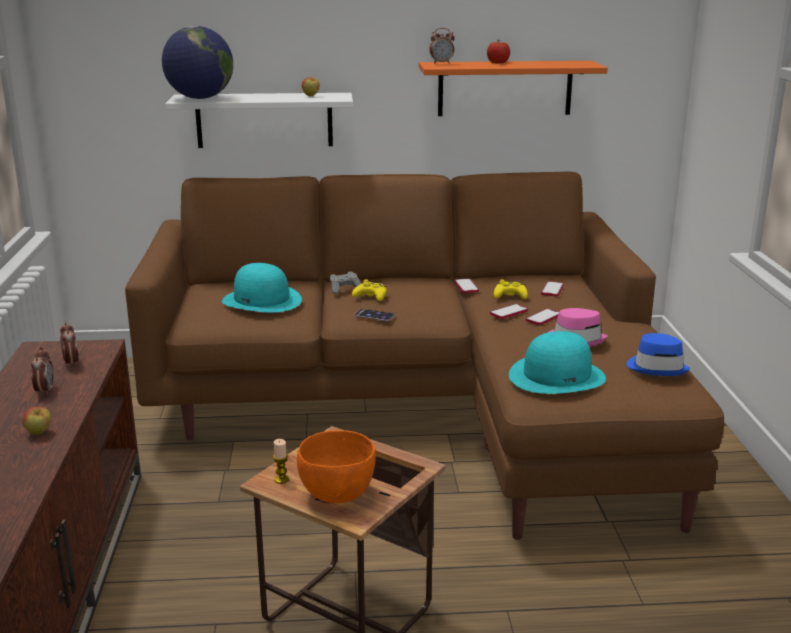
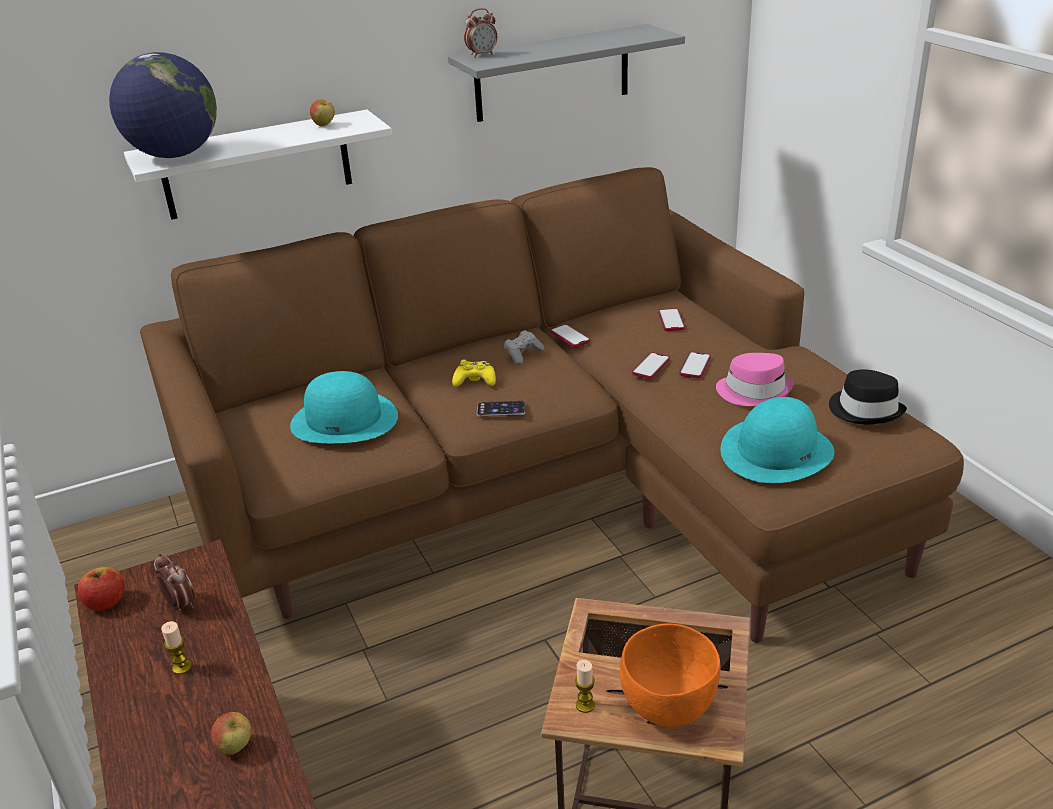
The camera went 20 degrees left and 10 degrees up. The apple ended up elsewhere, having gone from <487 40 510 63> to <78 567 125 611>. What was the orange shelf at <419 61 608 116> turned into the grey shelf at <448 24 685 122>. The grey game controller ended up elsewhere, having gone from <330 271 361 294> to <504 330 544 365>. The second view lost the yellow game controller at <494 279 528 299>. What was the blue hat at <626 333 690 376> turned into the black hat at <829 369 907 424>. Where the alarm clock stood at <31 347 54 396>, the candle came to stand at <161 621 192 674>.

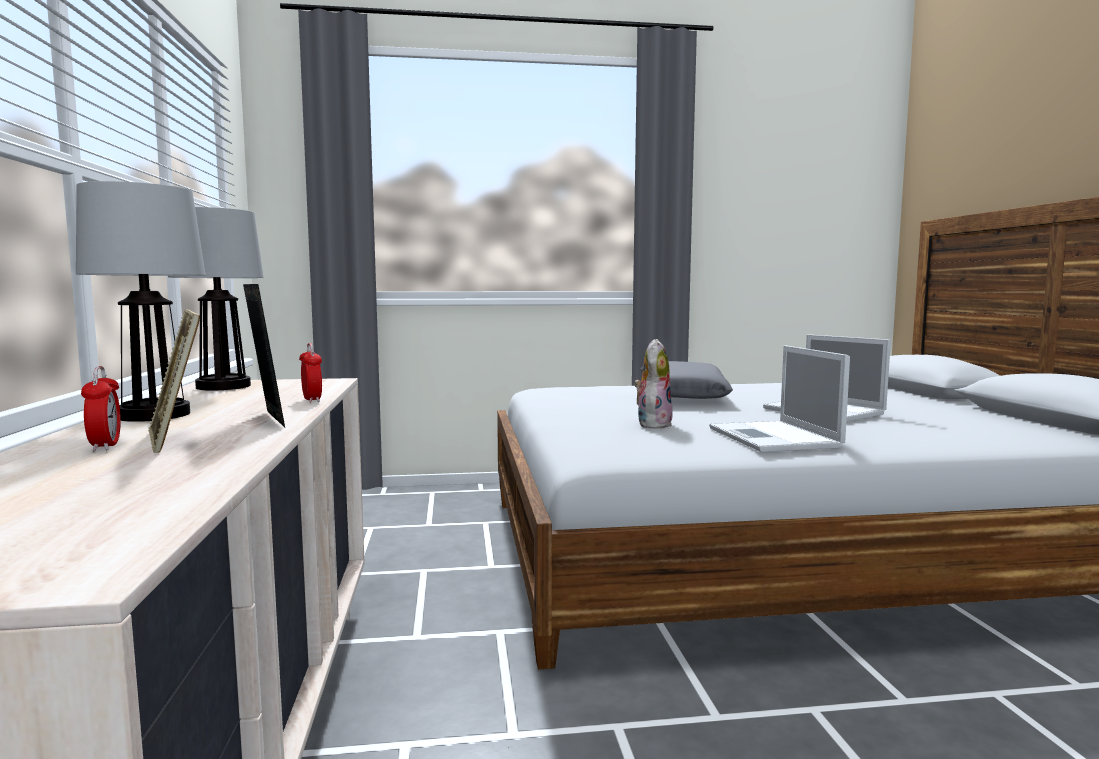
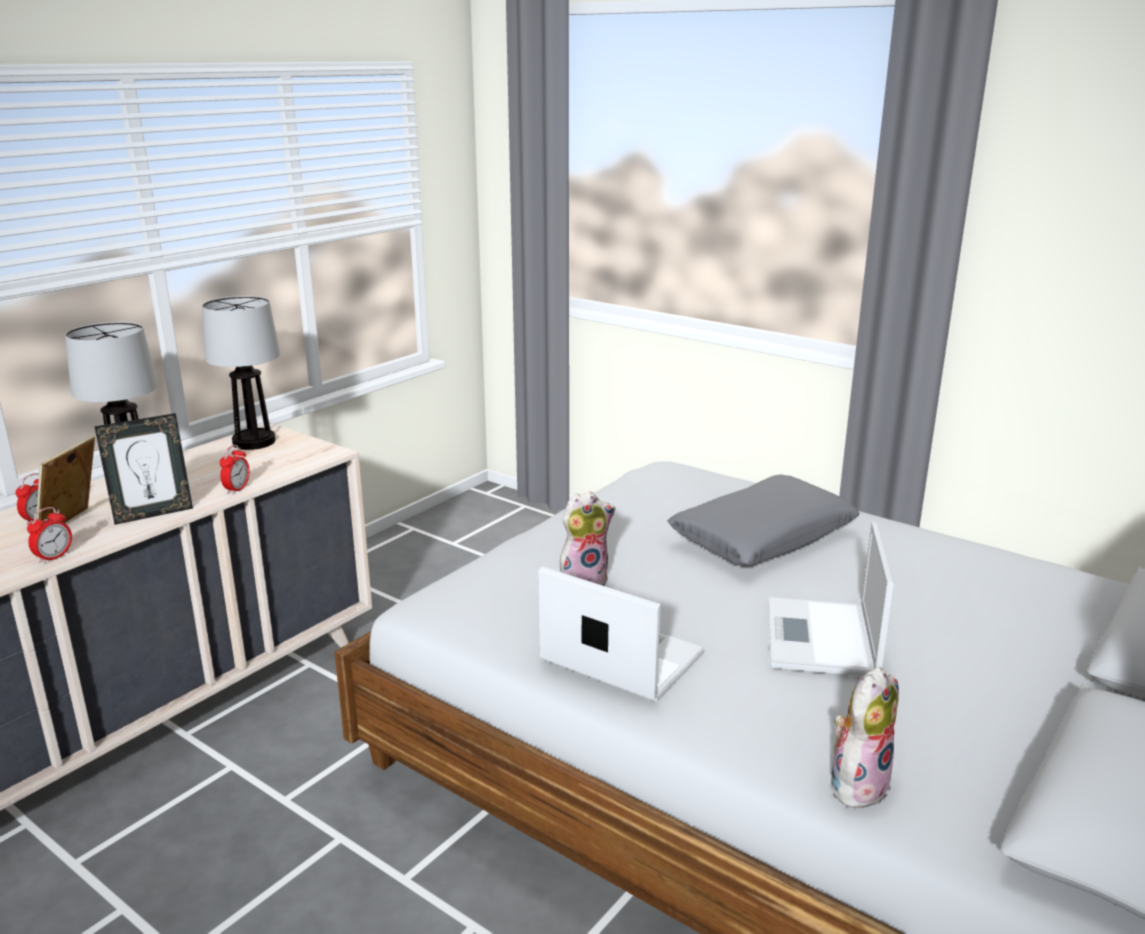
The camera went 45 degrees right and 15 degrees up. The picture frame at <243 284 285 427> ended up facing another way, 45 degrees clockwise from before. The laptop at <709 345 850 452> ended up facing another way, 90 degrees clockwise from before. The second view gained the alarm clock at <27 507 72 564>. The second view gained the plush toy at <831 667 899 809>.

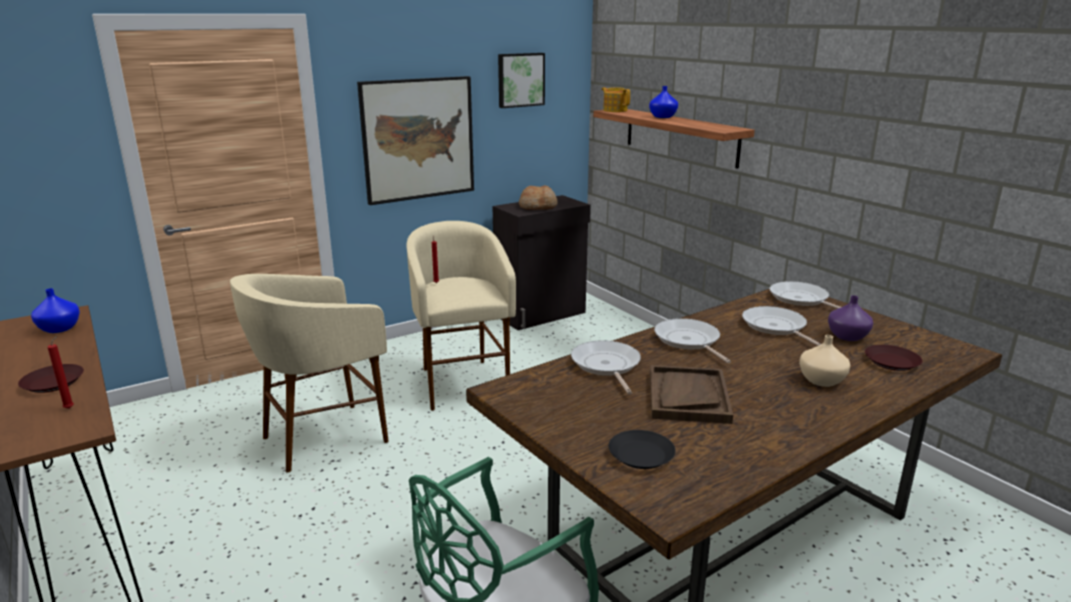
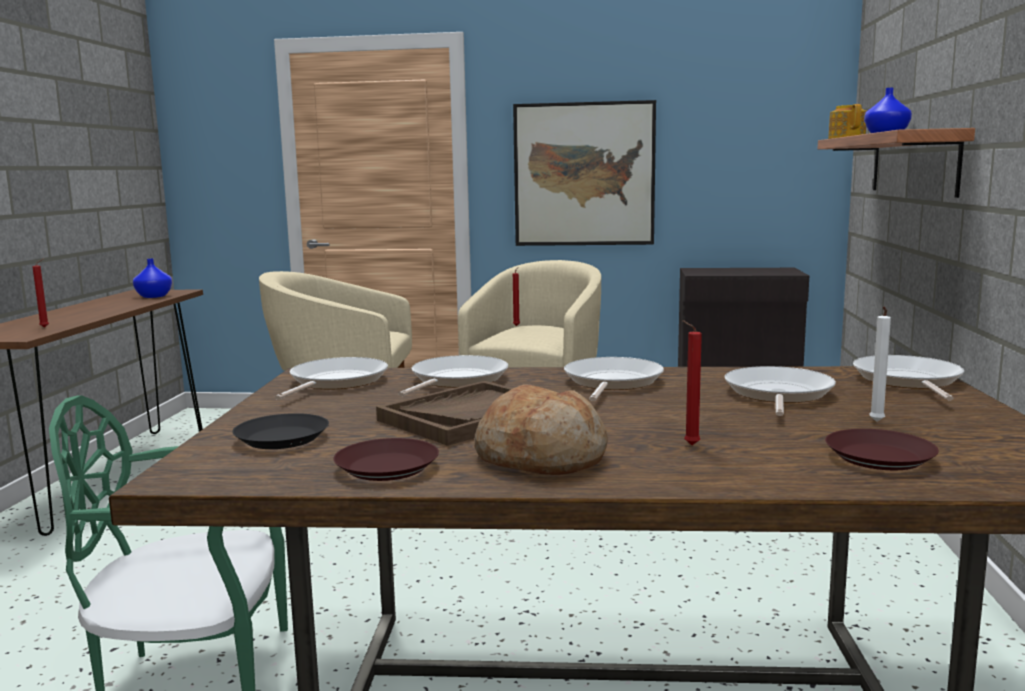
The camera went 40 degrees right and 10 degrees down. The second view lost the picture at <498 53 545 108>. The bread ended up elsewhere, having gone from <519 185 558 210> to <475 384 608 475>. Where the purple vase stood at <828 295 873 341>, the white candle came to stand at <869 307 891 422>. Where the beige vase stood at <799 335 850 387>, the red candle came to stand at <682 320 702 445>. The brown plate ended up elsewhere, having gone from <18 364 84 393> to <333 438 439 481>. The second view gained the frying pan at <275 357 388 400>.

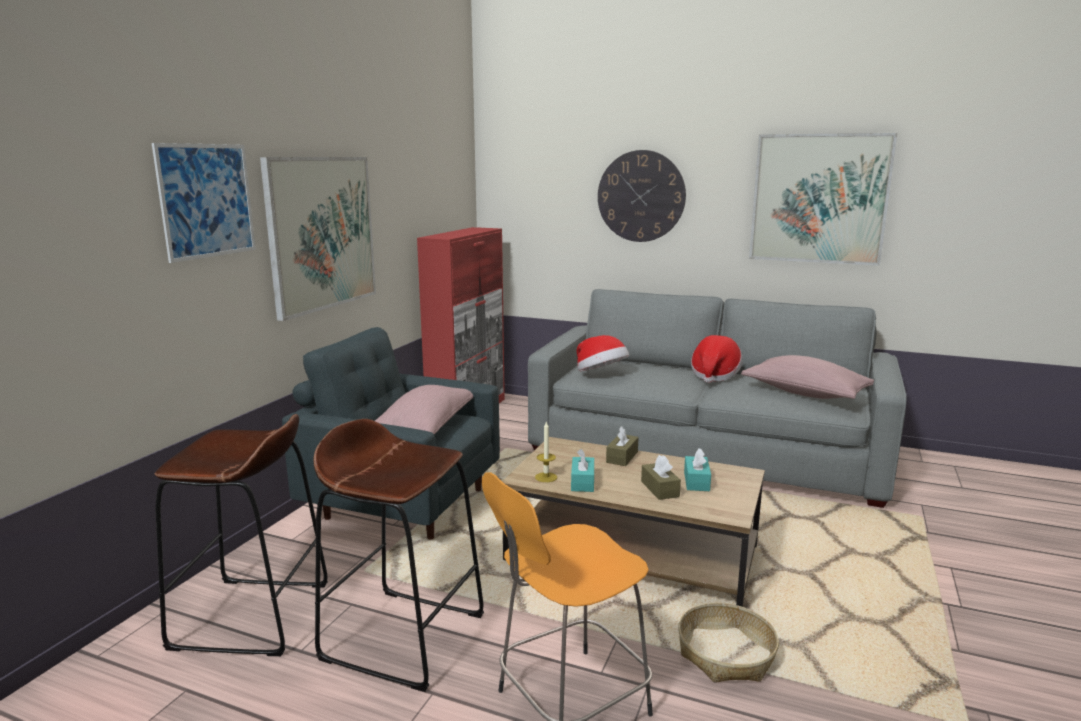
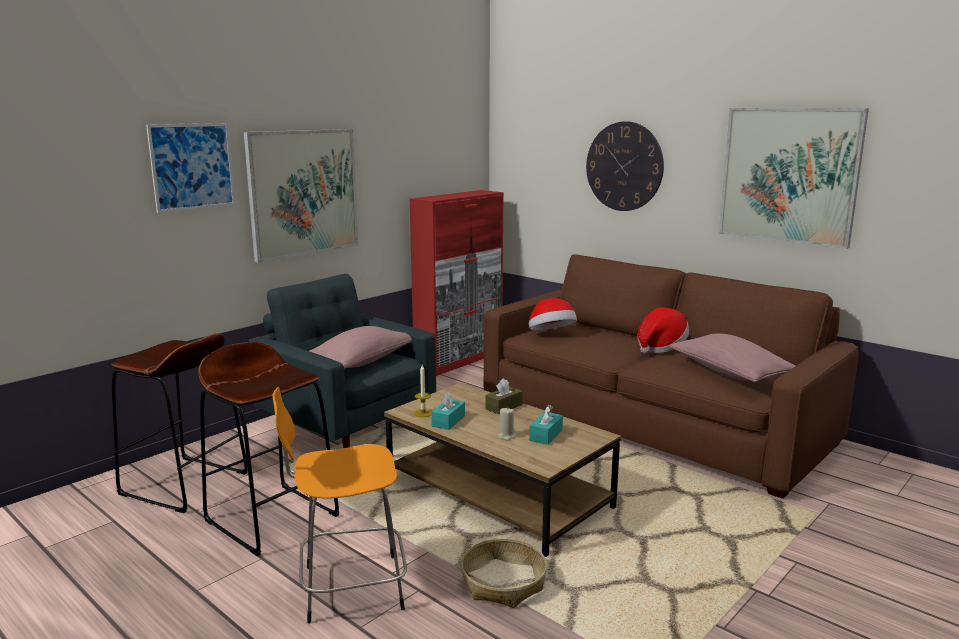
The camera went 20 degrees right and 0 degrees up. What was the grey sofa at <528 289 907 508> turned into the brown sofa at <484 254 859 499>. Where the brown tissue box stood at <641 455 681 500>, the beige candle came to stand at <498 407 516 440>.

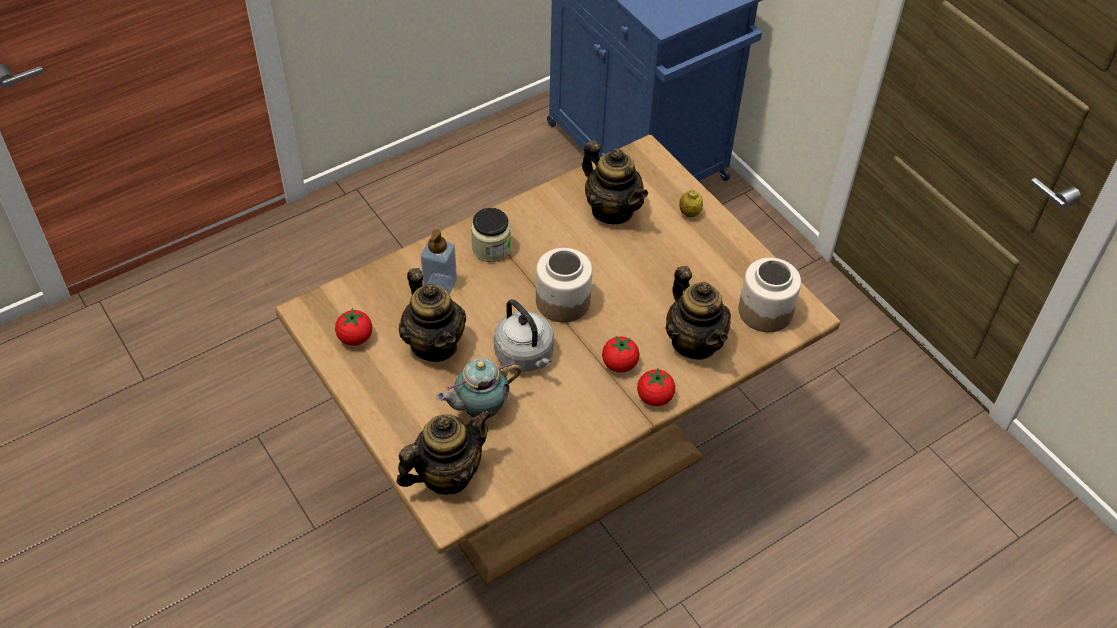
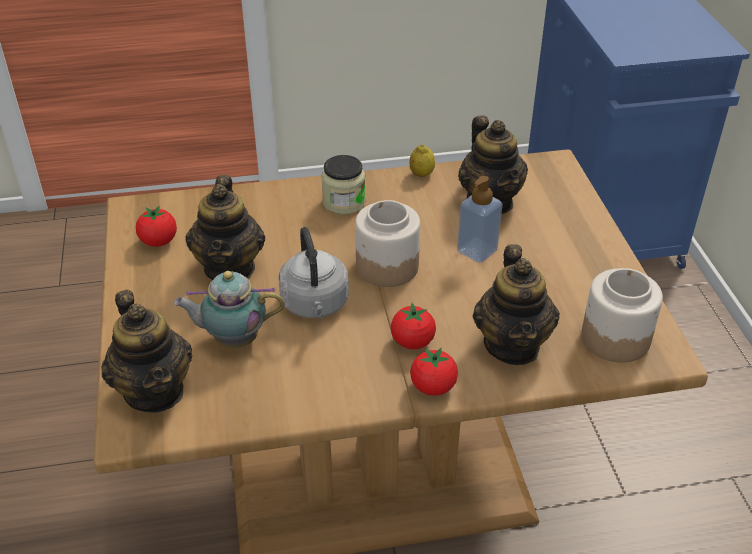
The camera went 25 degrees right and 10 degrees down. The lemon ended up elsewhere, having gone from <679 190 703 217> to <410 145 435 177>. The soap dispenser ended up elsewhere, having gone from <421 229 457 295> to <457 176 502 263>. The teapot at <396 409 492 494> ended up facing another way, 75 degrees clockwise from before.

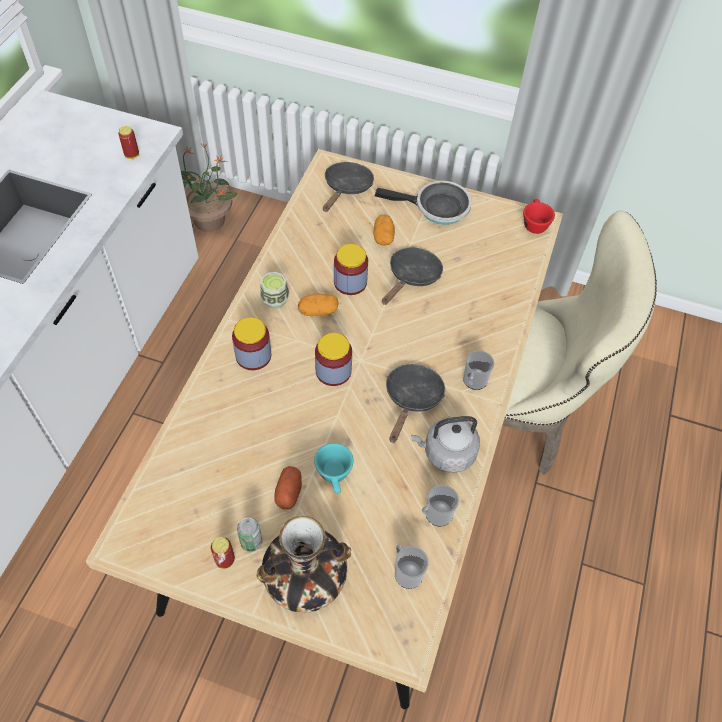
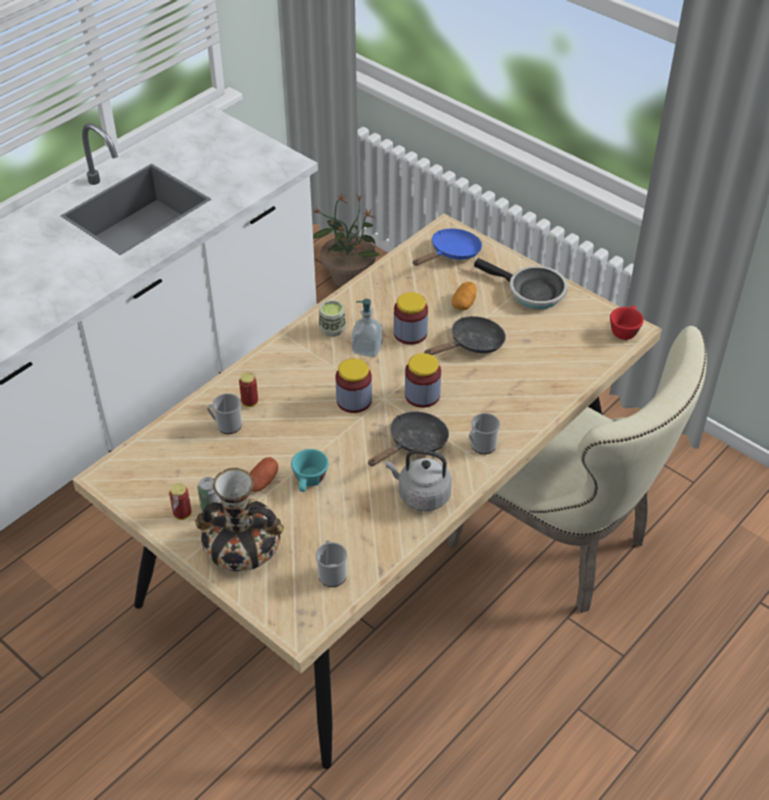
The camera went 25 degrees right and 10 degrees down. The can ended up elsewhere, having gone from <118 126 139 159> to <239 372 258 407>. What was the black frying pan at <323 162 374 212> turned into the blue frying pan at <413 228 482 266>. Where the potato stood at <298 293 339 316>, the soap dispenser came to stand at <351 299 383 358>. The jar ended up elsewhere, having gone from <232 317 271 370> to <405 353 441 408>. The mug ended up elsewhere, having gone from <422 485 459 526> to <207 393 242 434>.

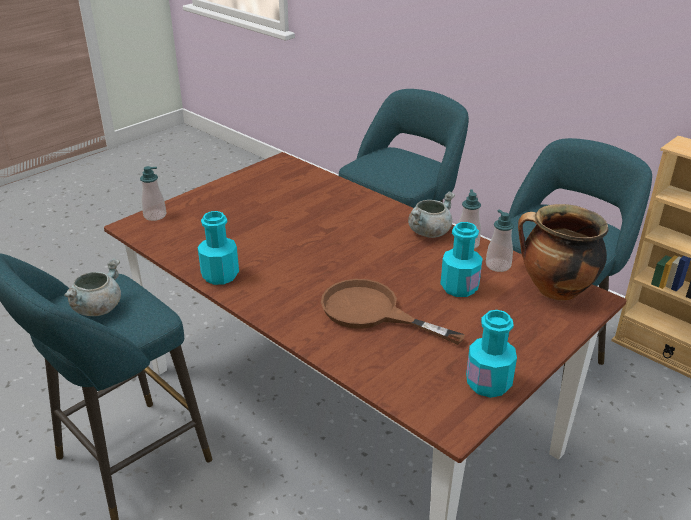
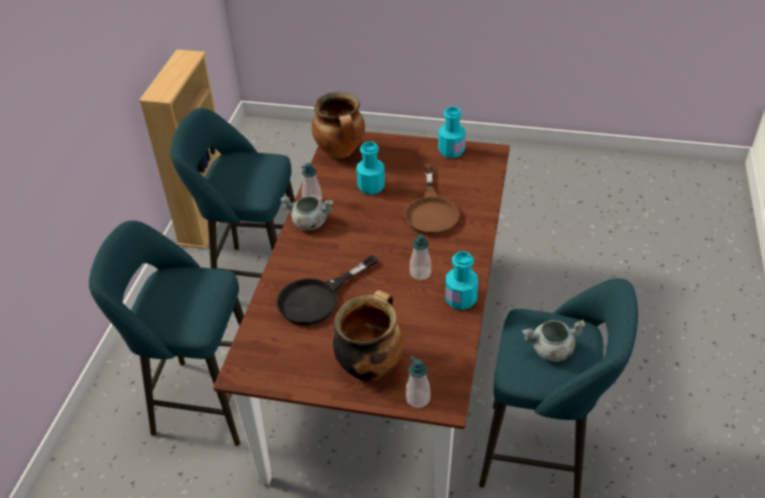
The camera went 120 degrees left and 10 degrees up. The soap dispenser ended up elsewhere, having gone from <486 210 514 272> to <410 234 431 280>. The second view gained the black frying pan at <276 256 378 325>. The second view gained the cooking pot at <332 290 404 381>.

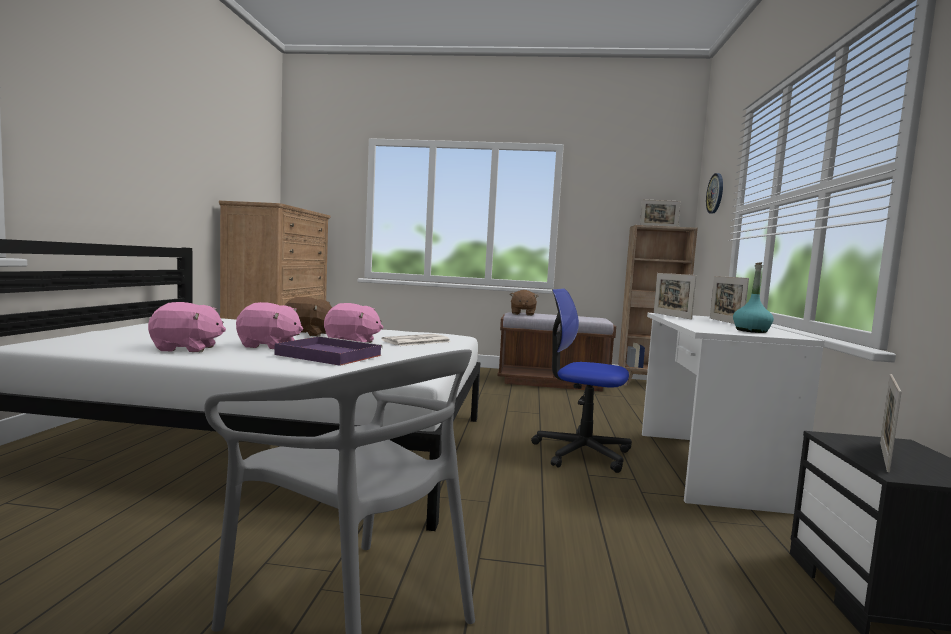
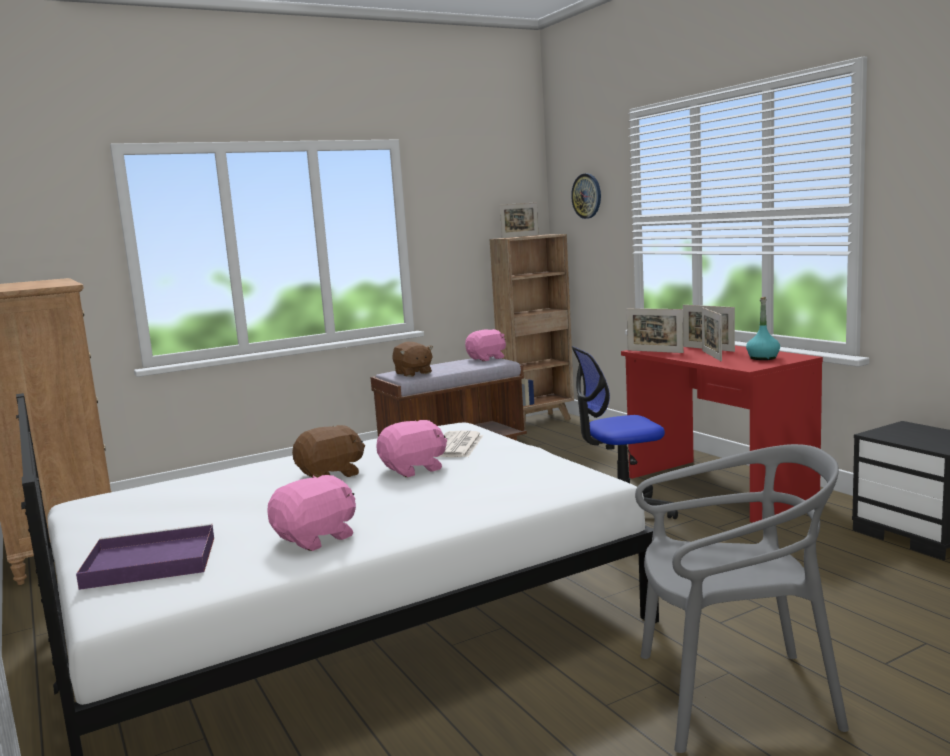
The camera went 35 degrees left and 5 degrees up. The pink plush toy ended up elsewhere, having gone from <236 302 303 349> to <465 329 506 361>. What was the white desk at <642 313 825 514> turned into the red desk at <621 346 823 523>. The purple tray ended up elsewhere, having gone from <274 336 382 366> to <76 524 214 590>. The picture frame ended up elsewhere, having gone from <880 374 902 472> to <702 307 722 361>.

